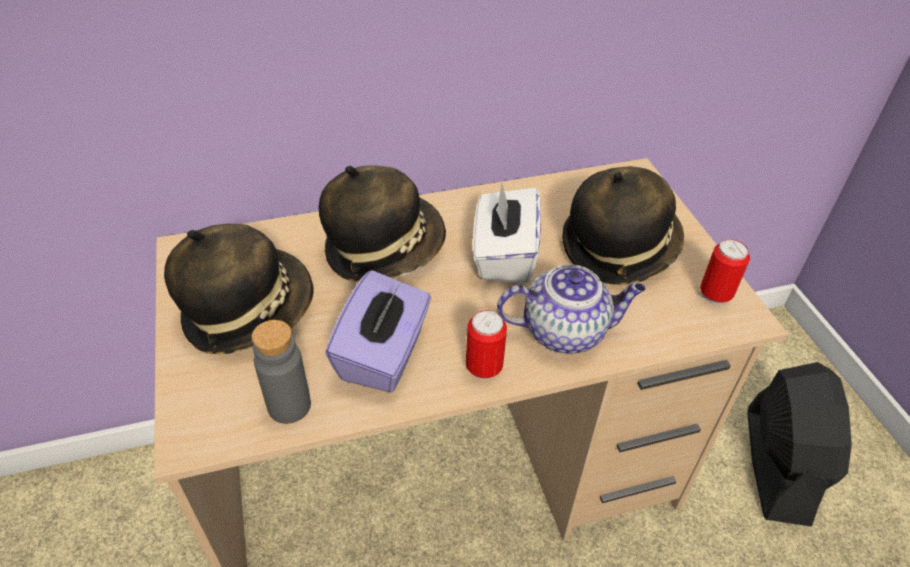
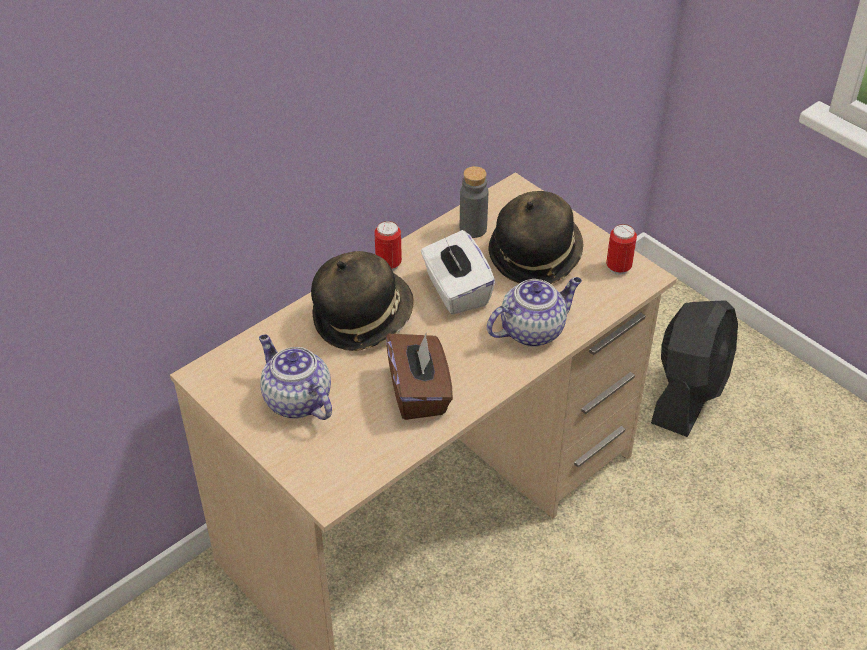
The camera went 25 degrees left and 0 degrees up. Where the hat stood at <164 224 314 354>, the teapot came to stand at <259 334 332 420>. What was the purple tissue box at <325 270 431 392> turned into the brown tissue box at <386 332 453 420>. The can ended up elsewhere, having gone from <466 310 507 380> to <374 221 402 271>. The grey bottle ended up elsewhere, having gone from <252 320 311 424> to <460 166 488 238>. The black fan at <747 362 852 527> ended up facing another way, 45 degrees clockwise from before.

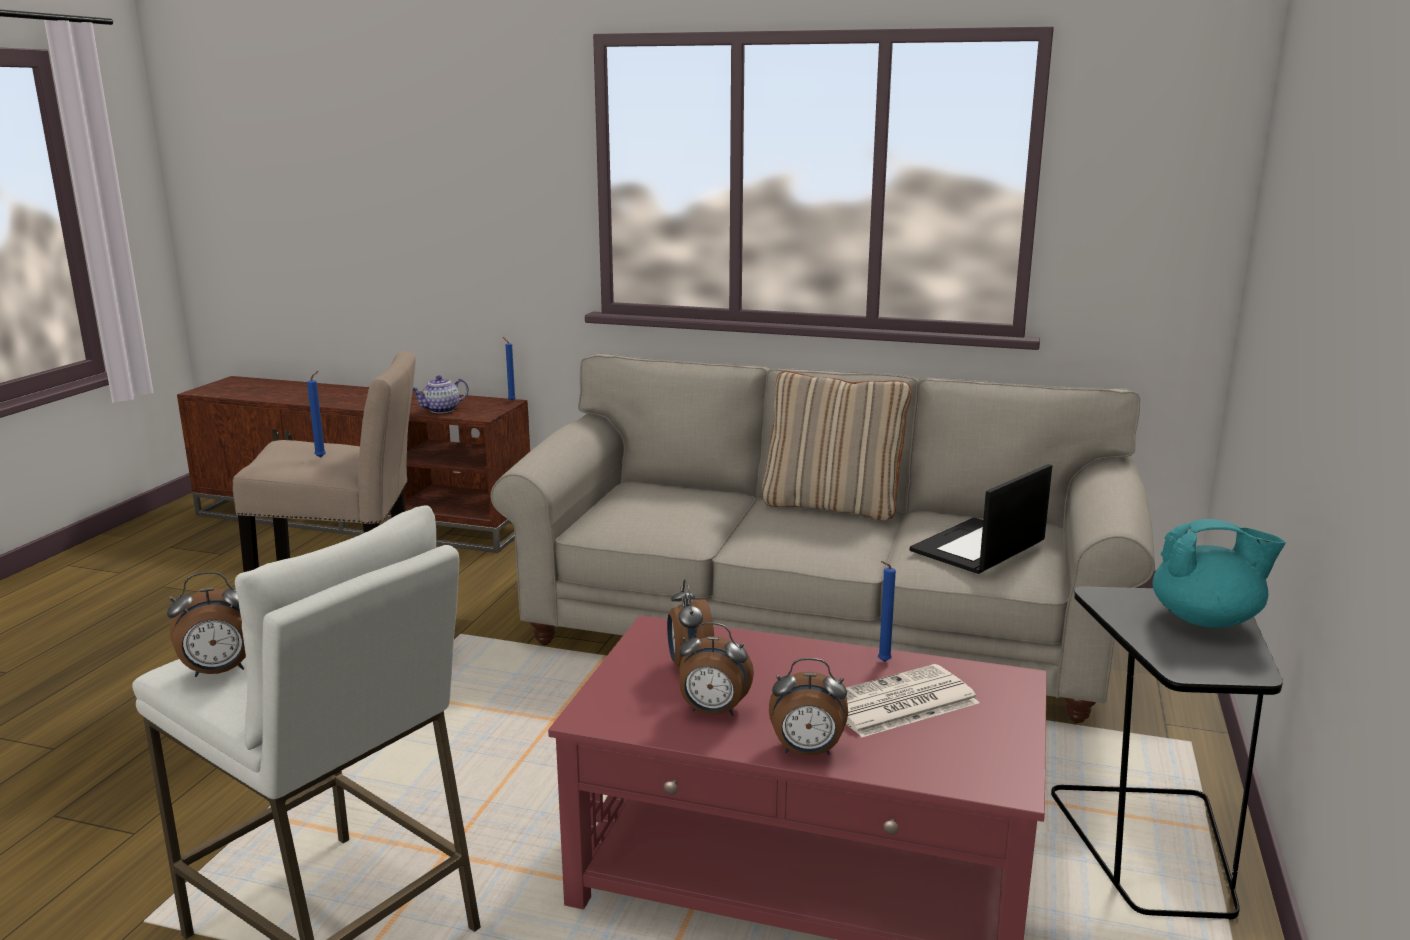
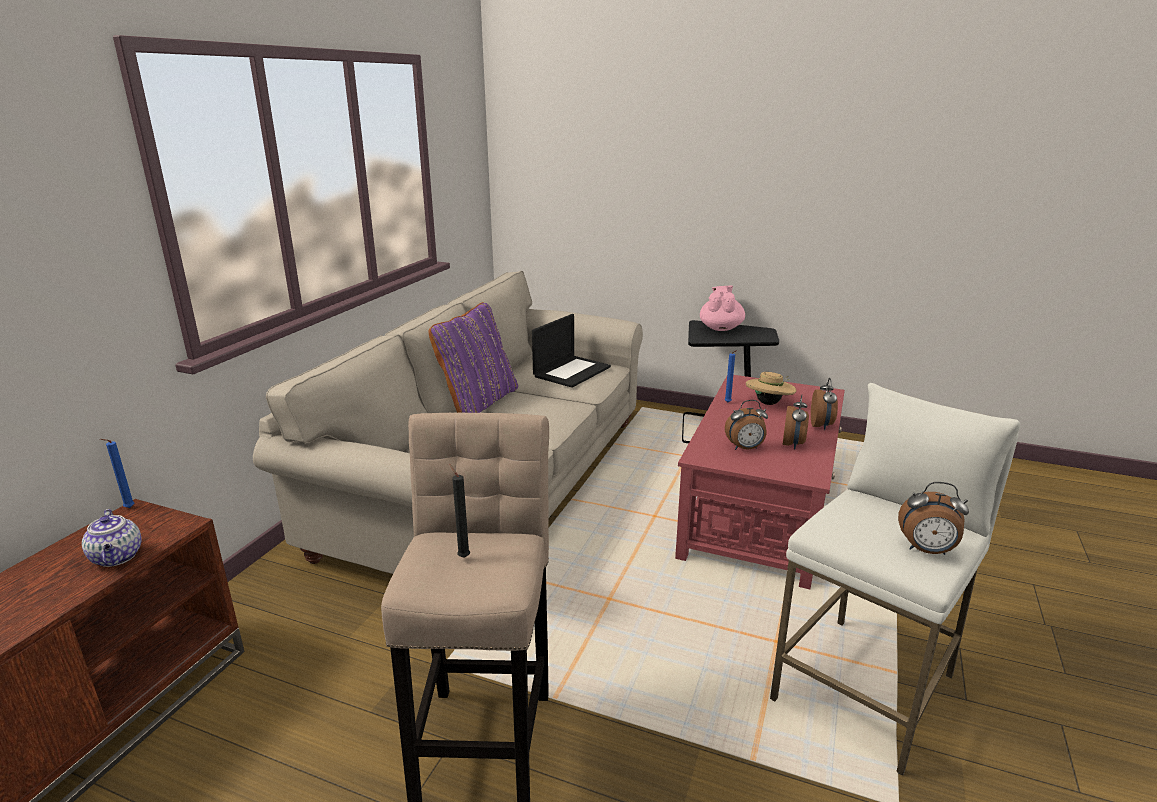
The camera went 85 degrees left and 5 degrees up. What was the blue candle at <307 371 326 458> turned into the black candle at <449 464 470 558>. What was the beige pillow at <762 371 911 521> turned into the purple pillow at <429 302 518 413>. The laptop at <910 464 1052 574> ended up facing another way, 105 degrees counterclockwise from before. What was the turquoise teapot at <1153 519 1285 628> turned into the pink teapot at <700 286 745 331>. The alarm clock at <167 572 246 677> ended up facing another way, 120 degrees clockwise from before. Where the newspaper stood at <846 664 980 738>, the beige hat came to stand at <746 372 797 405>.

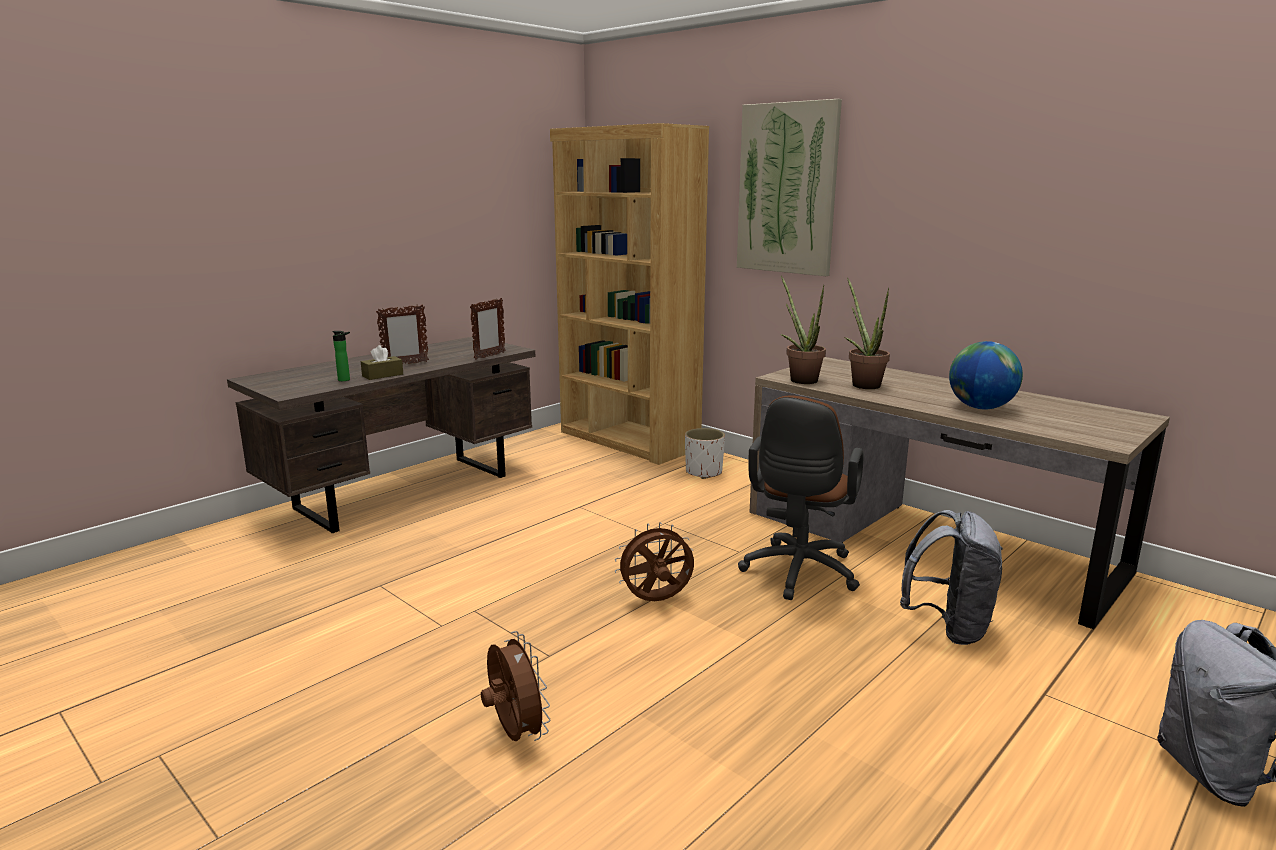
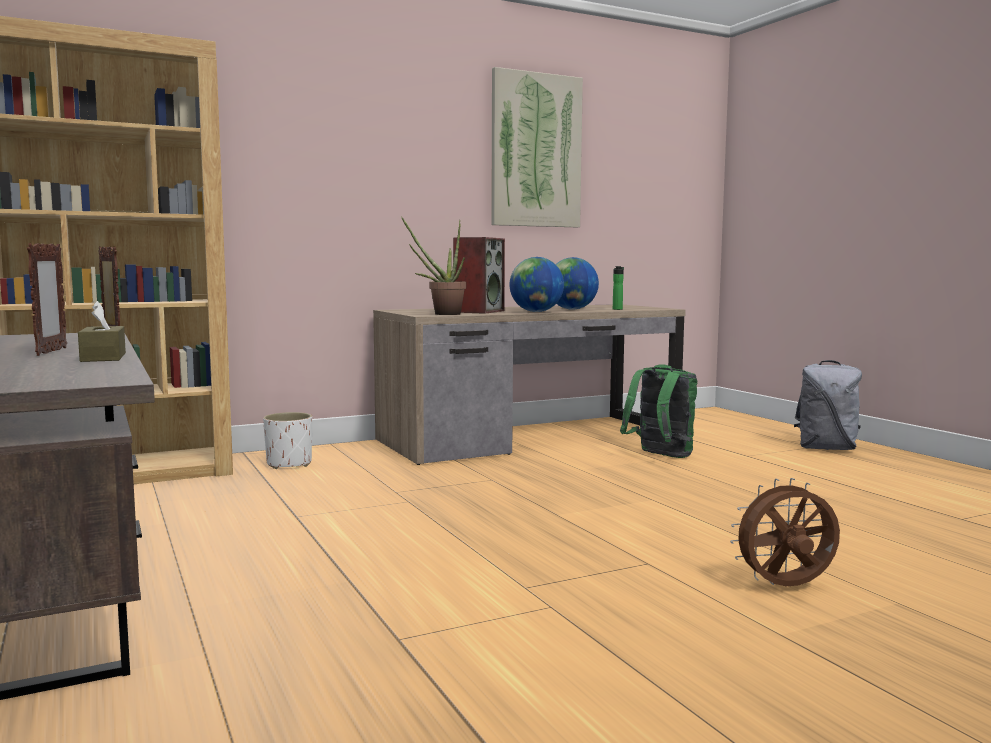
The camera went 70 degrees left and 10 degrees down. The picture ended up elsewhere, having gone from <737 99 842 276> to <491 67 583 227>. Where the potted plant stood at <844 278 890 389>, the speaker came to stand at <453 237 505 314>. The bottle ended up elsewhere, having gone from <332 331 350 381> to <613 266 624 310>. The second view lost the brown office chair at <738 395 863 600>. What was the grey backpack at <900 510 1003 645> turned into the green backpack at <620 364 698 458>. The second view lost the brown fan at <615 522 694 601>. The second view gained the globe at <509 257 564 312>.

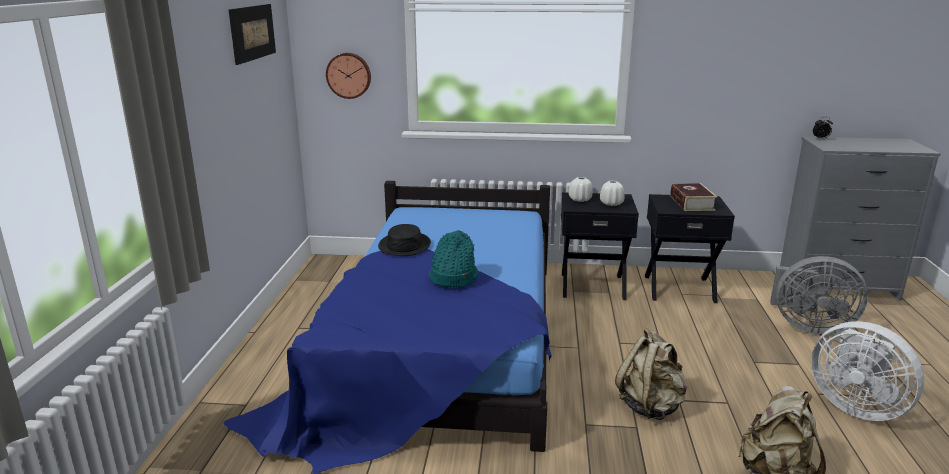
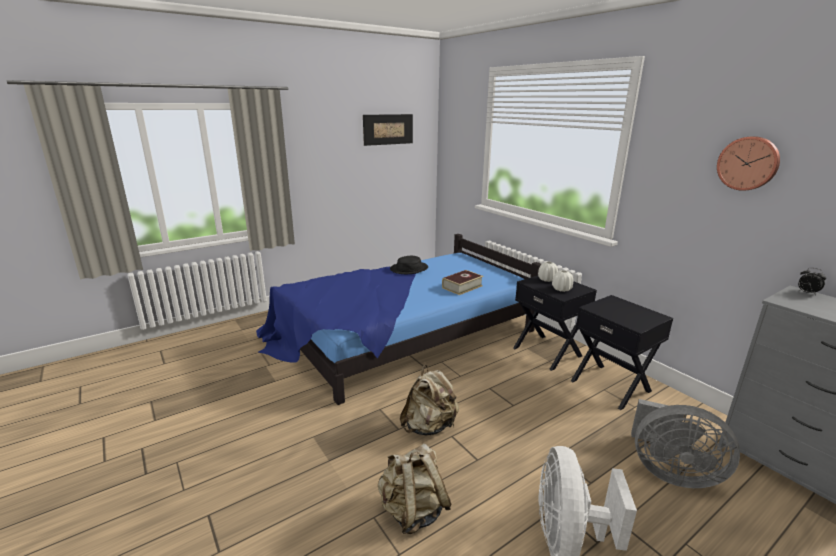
The camera went 50 degrees right and 0 degrees up. The wall clock ended up elsewhere, having gone from <326 53 371 99> to <717 136 780 191>. The book ended up elsewhere, having gone from <670 183 717 211> to <442 270 483 295>. The second view lost the turquoise hat at <429 230 478 288>. The grey fan at <770 256 868 335> ended up facing another way, 45 degrees counterclockwise from before.

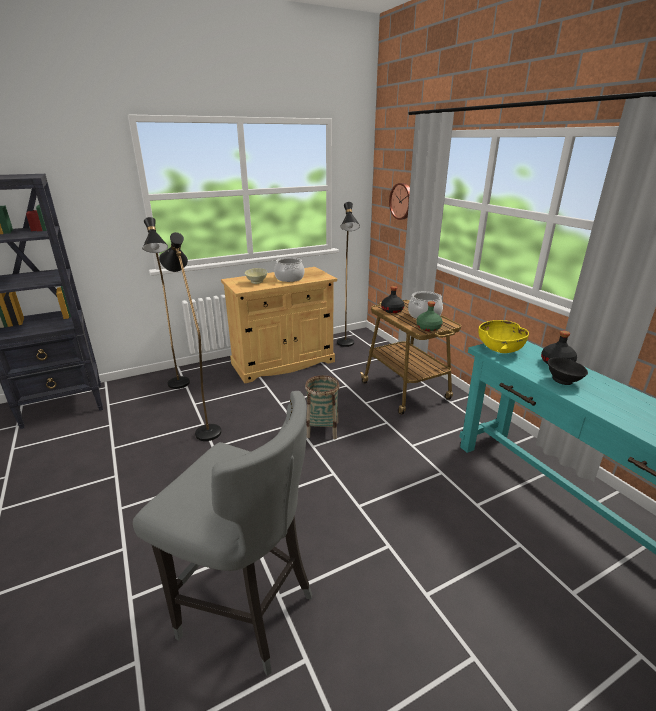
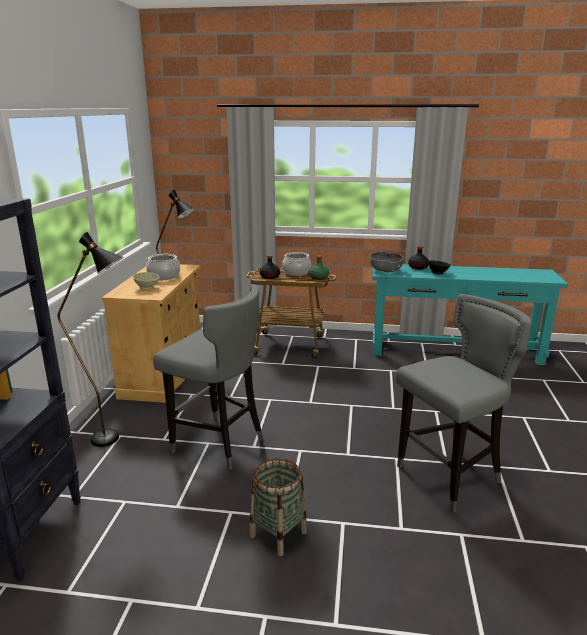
The camera went 55 degrees left and 5 degrees down. The second view lost the wall clock at <389 183 410 220>. Where the black floor lamp stood at <159 232 221 441>, the grey stool came to stand at <153 284 263 470>. What was the yellow bowl at <478 320 529 353> turned into the grey bowl at <370 252 404 272>. The basket ended up elsewhere, having gone from <305 375 340 439> to <249 459 307 556>.

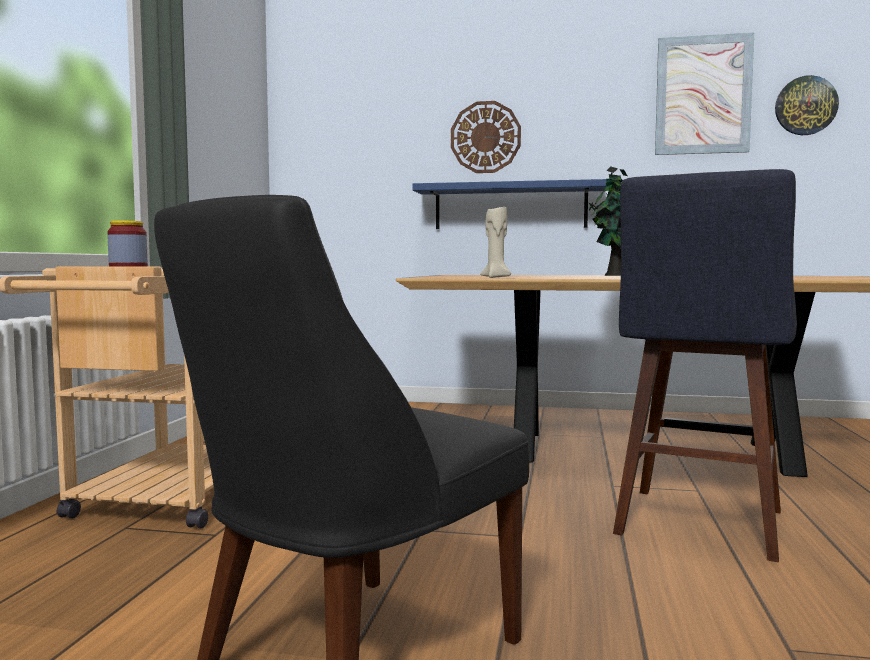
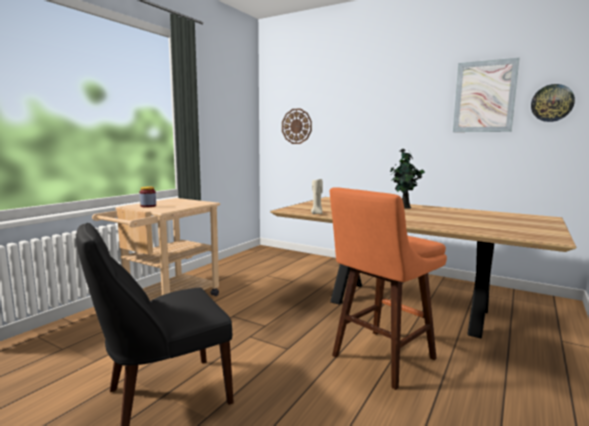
The camera went 20 degrees right and 5 degrees up. The wall clock ended up elsewhere, having gone from <451 101 521 173> to <282 108 312 144>. What was the blue stool at <613 169 797 562> turned into the orange stool at <330 187 447 390>. The second view lost the blue shelf at <412 179 606 229>.

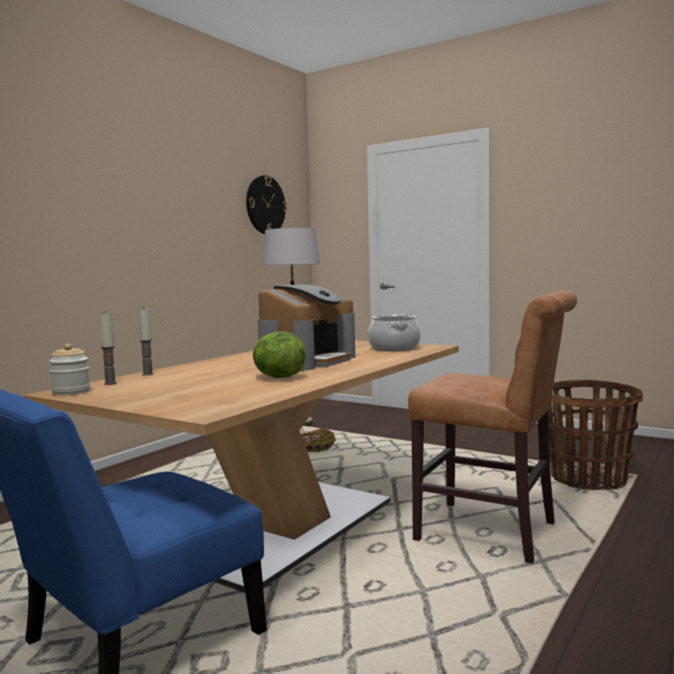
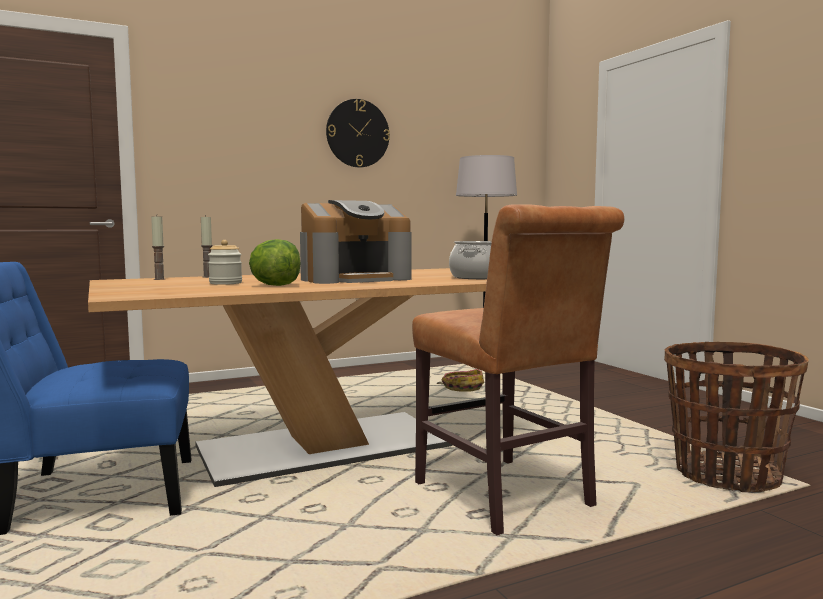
The camera went 30 degrees right and 0 degrees up. The wall clock ended up elsewhere, having gone from <246 175 287 234> to <326 99 390 167>. The jar ended up elsewhere, having gone from <49 343 90 395> to <208 240 242 285>.

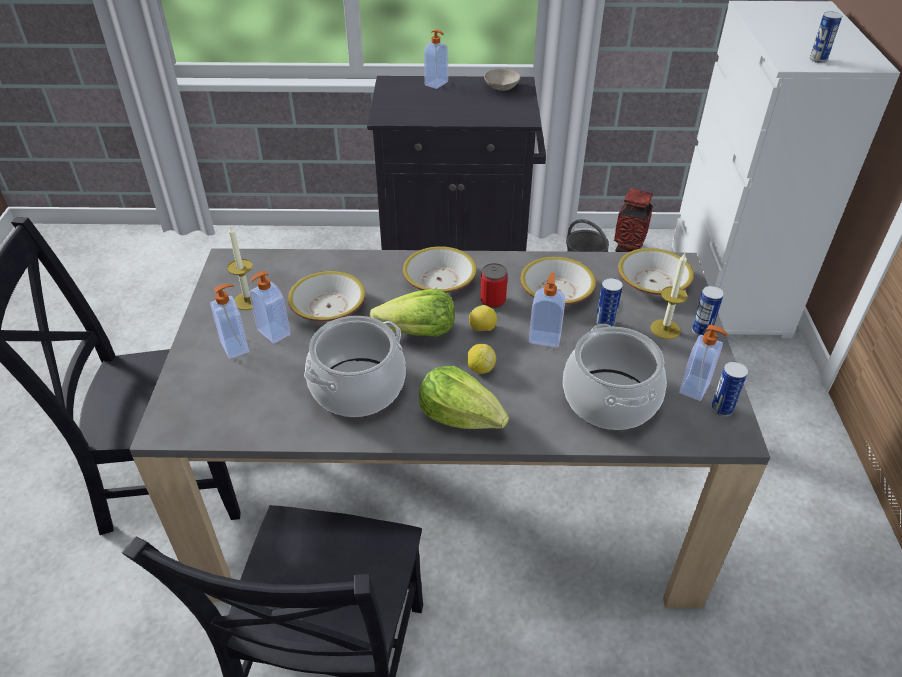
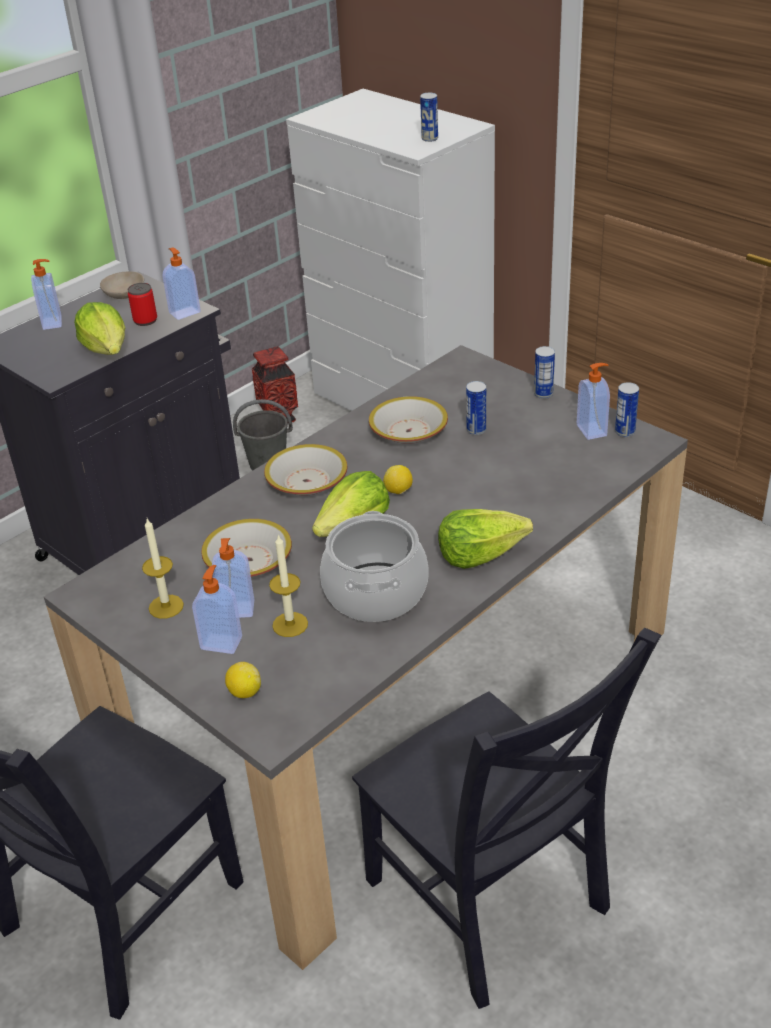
The camera went 45 degrees left and 5 degrees down. The second view lost the bowl at <618 248 694 295>. The candle ended up elsewhere, having gone from <651 253 688 339> to <269 535 308 637>. The can ended up elsewhere, having gone from <480 263 508 308> to <128 283 157 326>. The soap dispenser ended up elsewhere, having gone from <529 273 566 347> to <163 248 201 320>. The second view lost the cooking pot at <563 324 667 430>. The lemon ended up elsewhere, having gone from <467 344 496 374> to <225 662 261 698>. The second view gained the lettuce at <74 302 125 355>.

